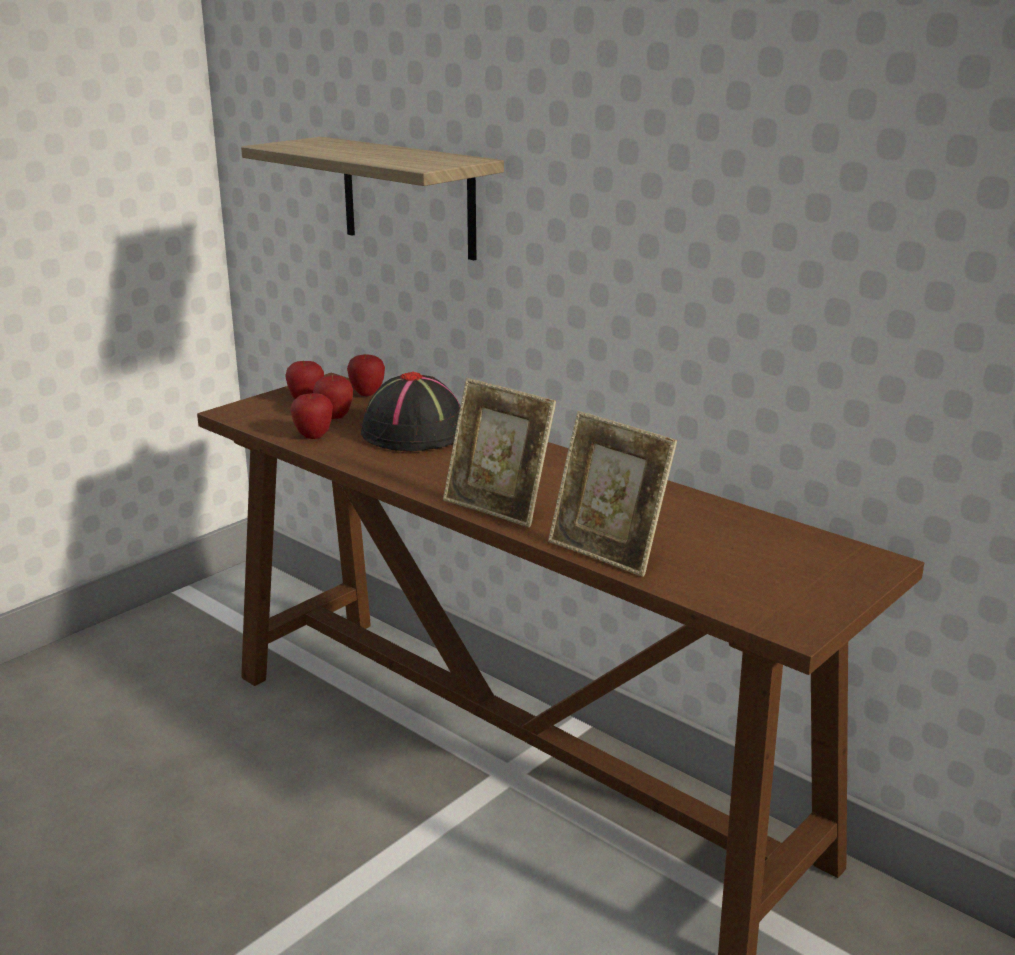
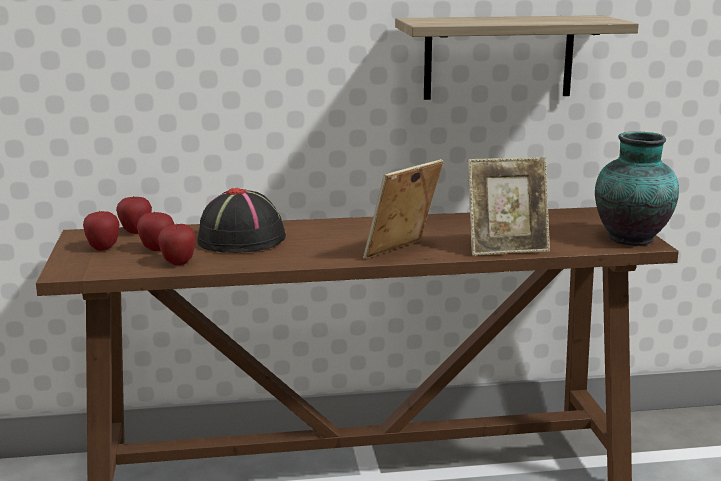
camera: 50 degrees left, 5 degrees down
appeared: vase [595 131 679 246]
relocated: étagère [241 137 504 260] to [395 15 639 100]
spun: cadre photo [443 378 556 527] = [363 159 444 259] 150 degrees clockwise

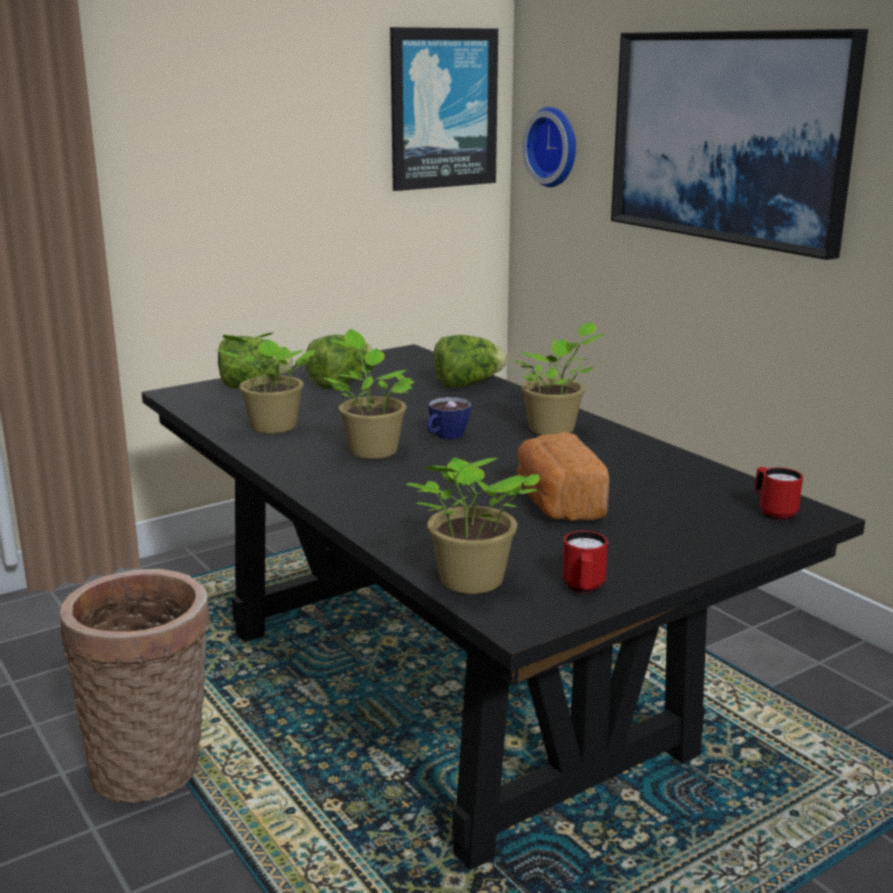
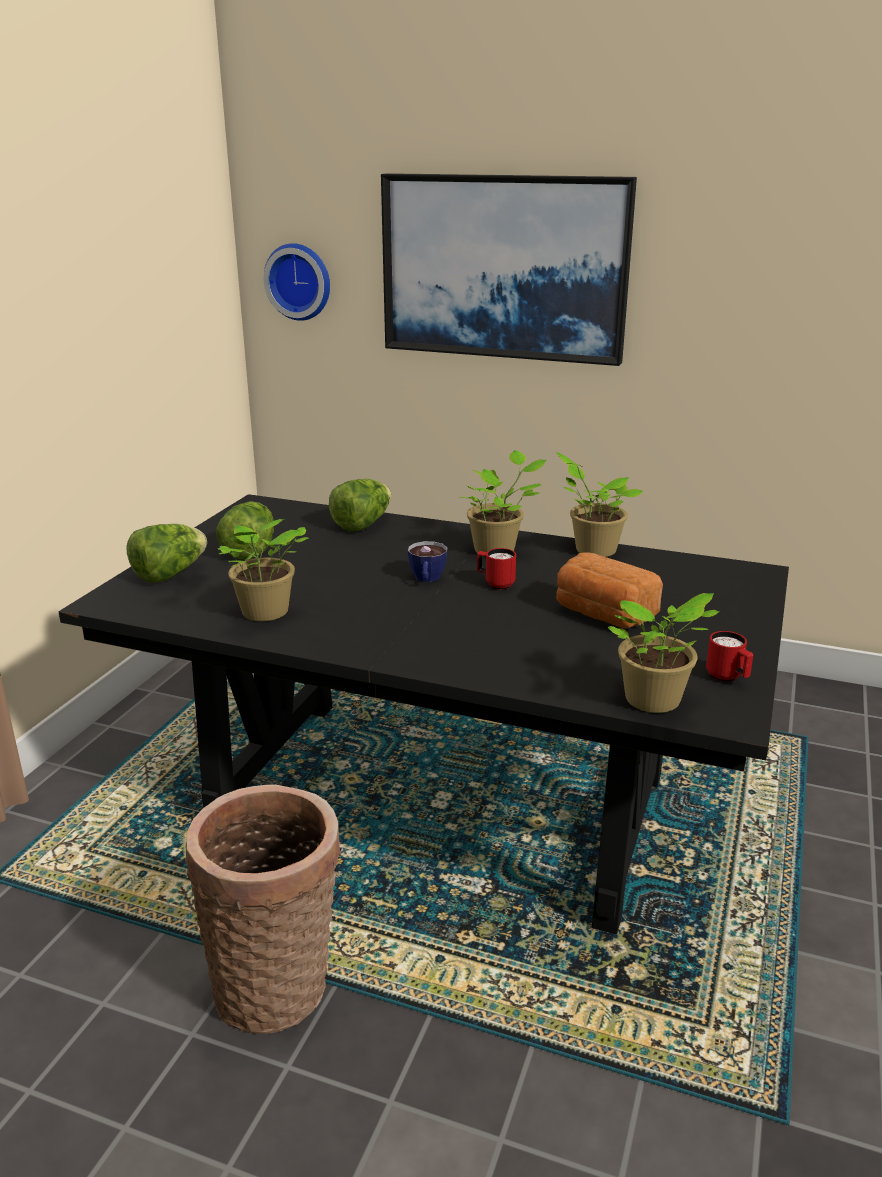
camera: 35 degrees left, 5 degrees up
missing: tableau [390 27 498 191]
relocated: plante en pot [323 329 415 459] to [556 452 643 557]; mug/rouge [755 467 803 520] to [477 548 516 590]

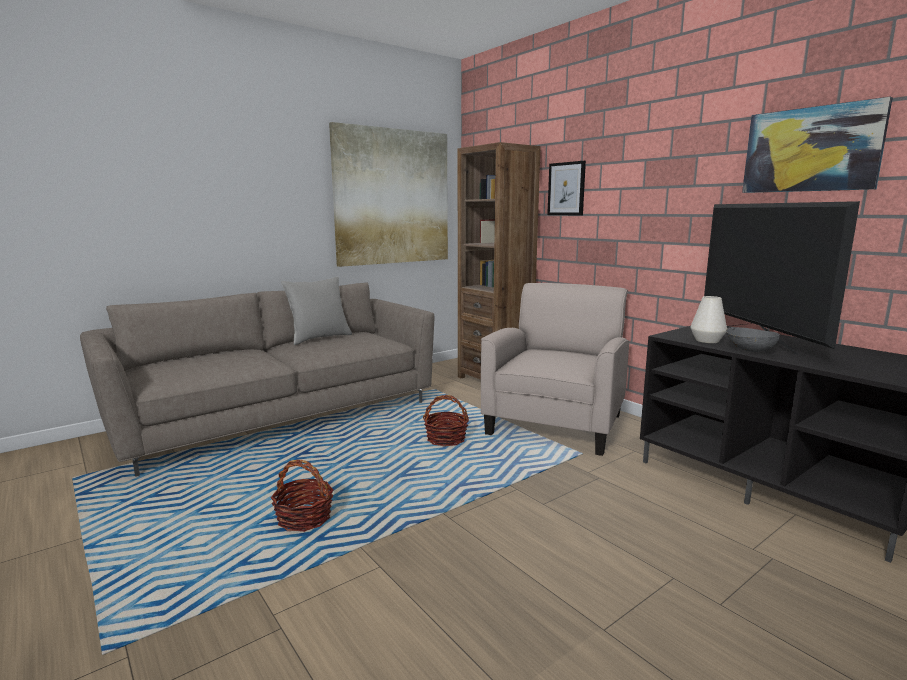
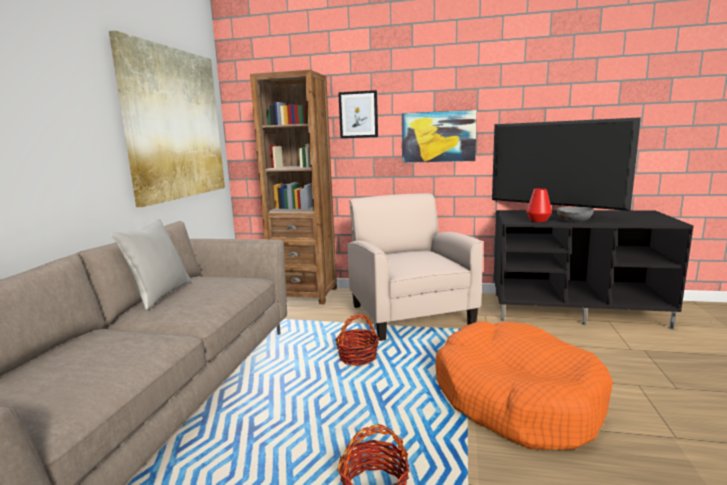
camera: 40 degrees left, 0 degrees up
appeared: panier pour chien/orange [436 321 613 450]
relocated: tableau [742 96 893 193] to [401 110 477 163]
colour: vase/blanc [690 296 727 343] to vase/rouge [526 188 552 222]

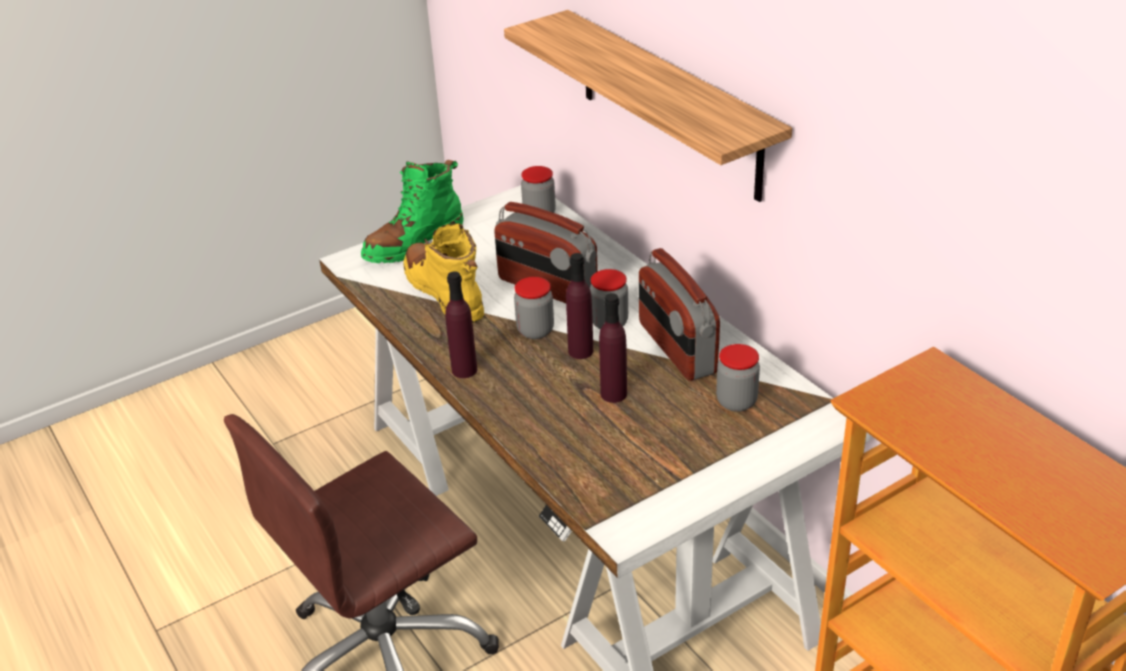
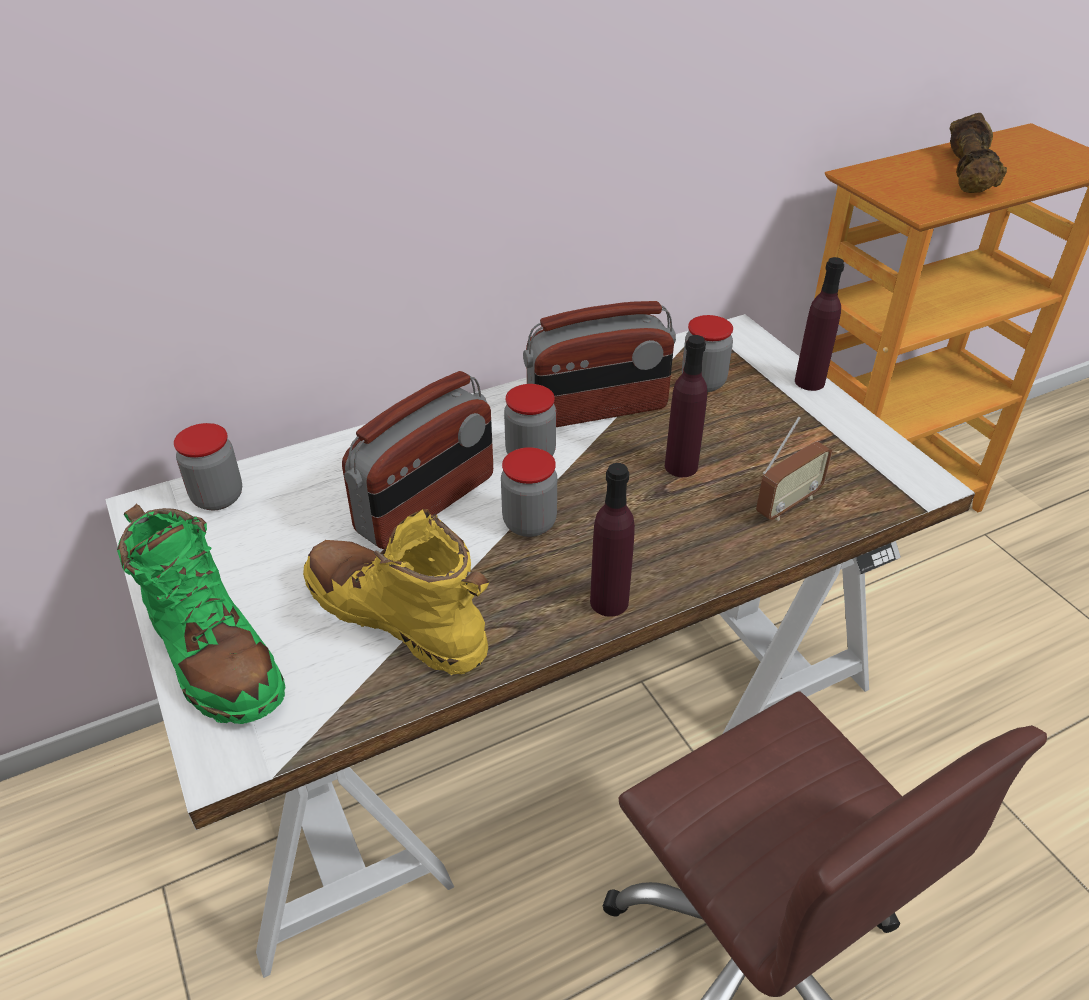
camera: 85 degrees left, 5 degrees up
missing: étagère [504 10 792 202]
appeared: haltère/marron [950 113 1007 193]; radio [756 416 832 521]
relocated: bouteille/violet [566 253 593 359] to [795 257 844 391]
spun: botte/jaune [403 223 484 324] = [303 509 490 675] 60 degrees clockwise

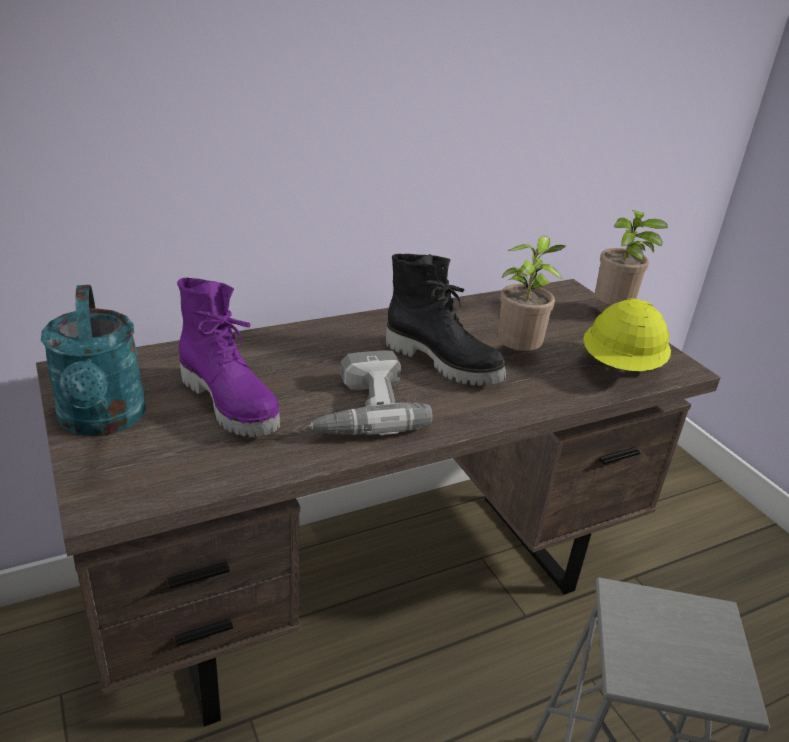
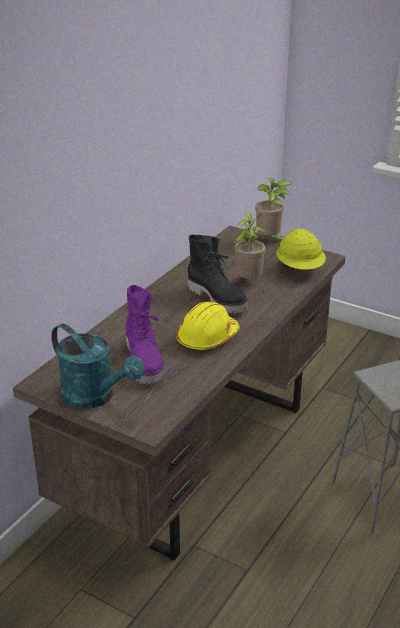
camera: 30 degrees left, 0 degrees up
exchanged: perceuse [309 350 433 435] to casque de chantier/jaune [176 302 239 352]
spun: botte/noir [385 254 506 385] = [188 235 248 313] 45 degrees clockwise; botte/violet [177 278 281 437] = [125 285 164 384] 60 degrees clockwise

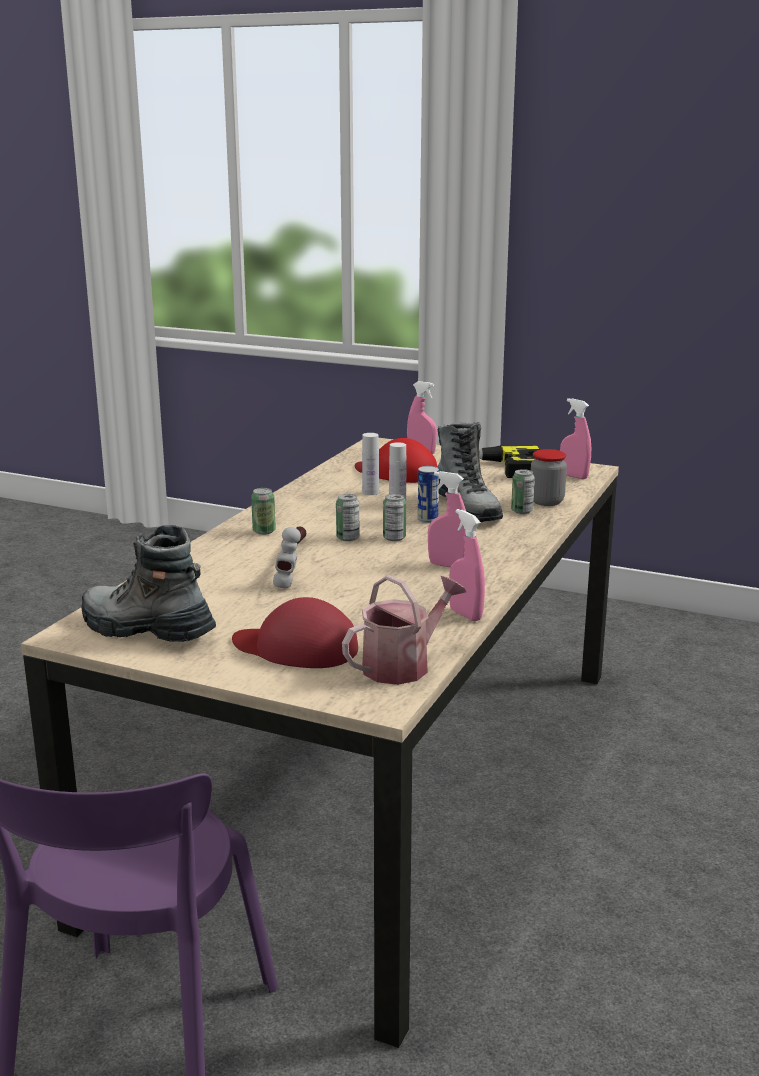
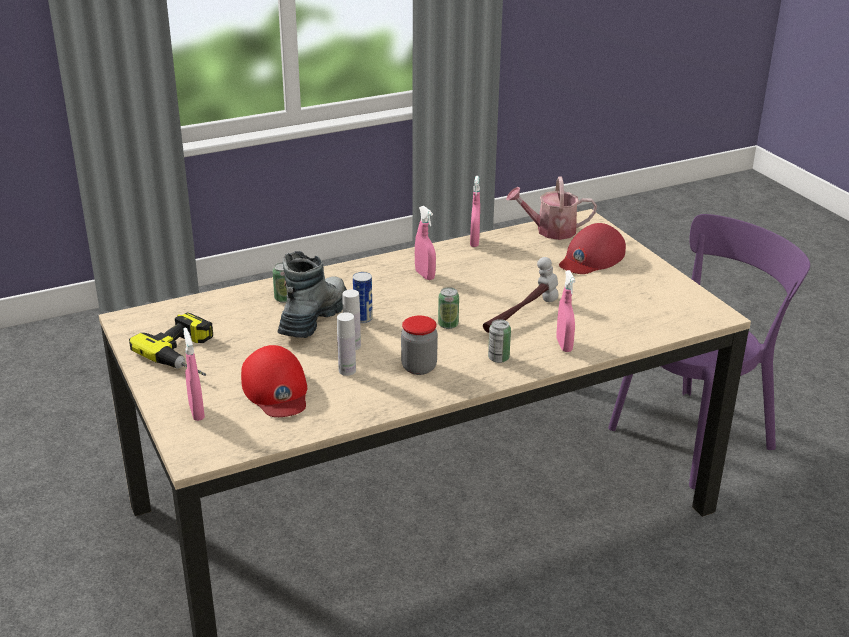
camera: 140 degrees left, 10 degrees up
missing: boîte métallique [383 494 406 541]; botte [81 525 216 642]
relocated: vaporisateur/rose [560 398 591 479] to [556 270 575 352]; bocal [531 449 567 506] to [401 316 438 375]
spun: casquette/rouge [232 597 358 668] = [559 223 626 274] 75 degrees clockwise

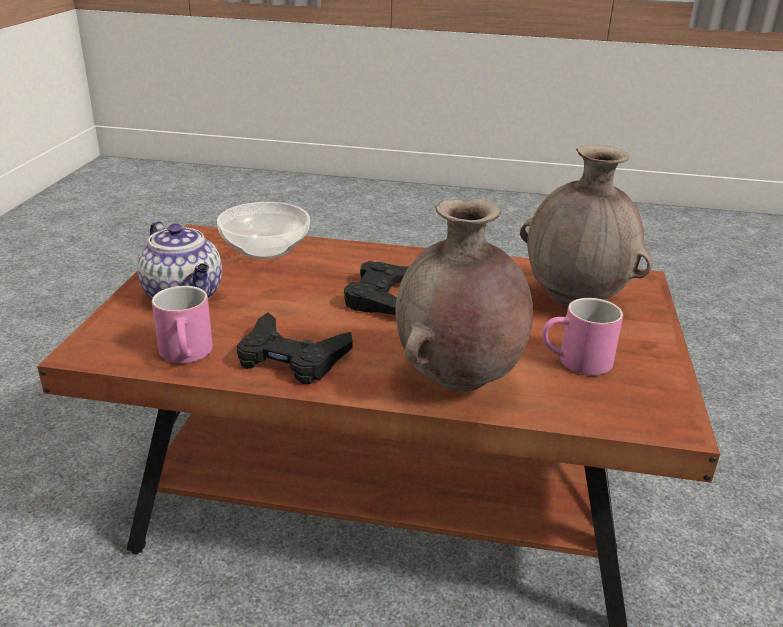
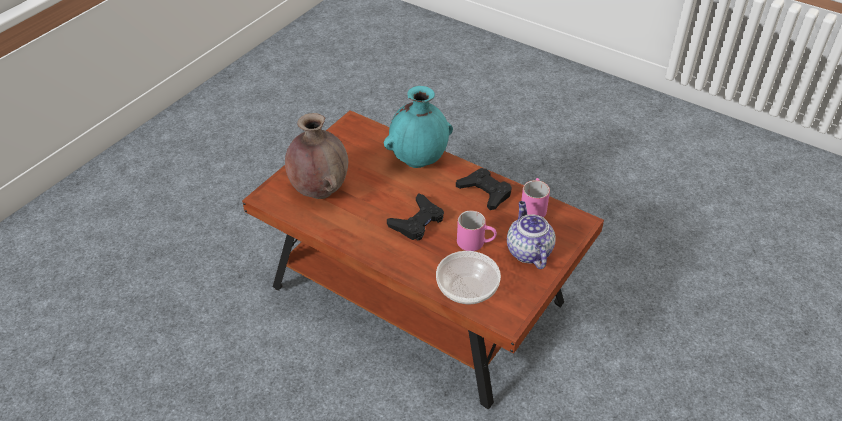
camera: 155 degrees left, 15 degrees up
relocated: mug/rose [542 298 623 375] to [457 210 497 251]
colour: vase/marron [395 199 533 392] to vase/turquoise [383 86 453 168]

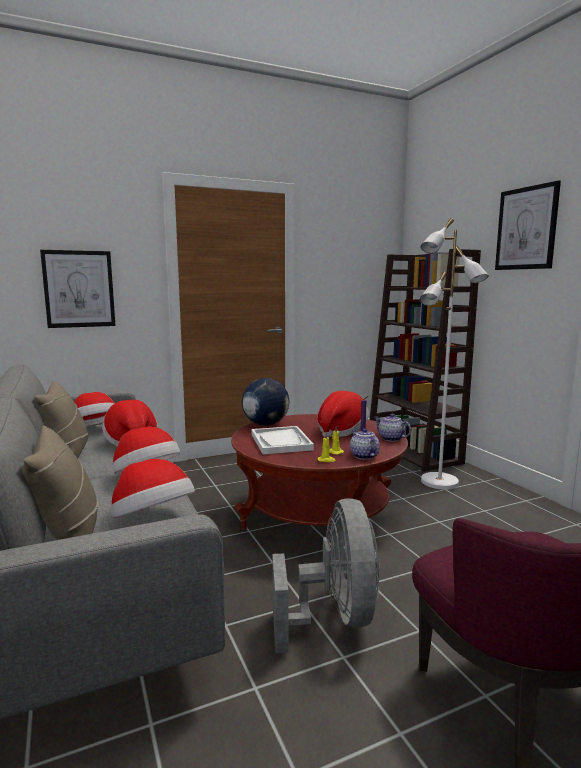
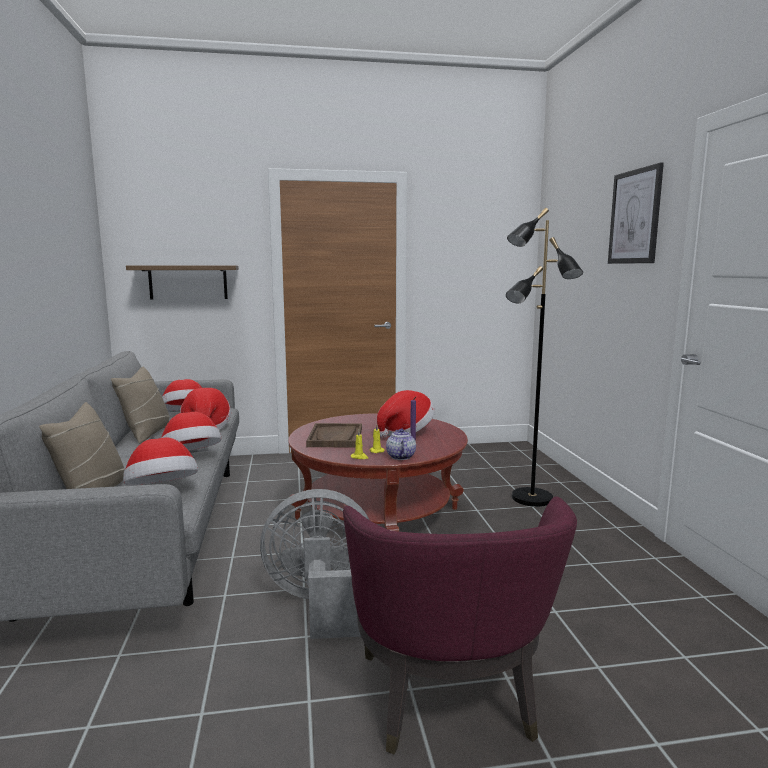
camera: 15 degrees right, 0 degrees up
missing: bibliothèque/marron [369 249 481 472]; globe [242 378 289 426]; théière [374 414 411 441]
exchanged: tableau [40 250 116 328] to étagère [126 266 239 300]
colour: lampadaire/blanc [420 218 489 490] to lampadaire/noir [506 208 583 507]; plateau/blanc [252 426 314 454] to plateau/marron [306 423 362 448]
spun: ventilateur/gris [272 498 380 653] = [260 489 369 639] 105 degrees counterclockwise

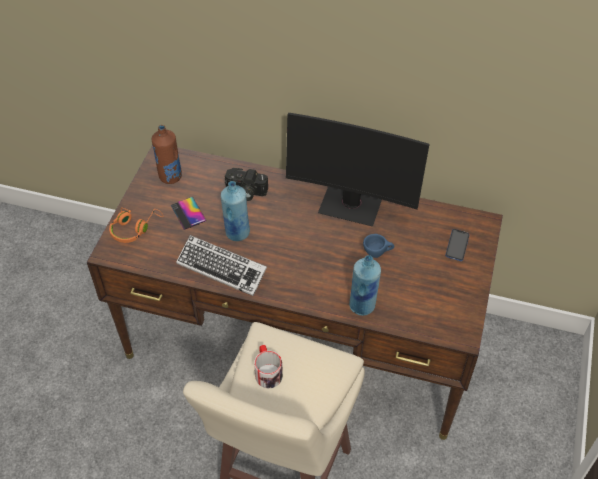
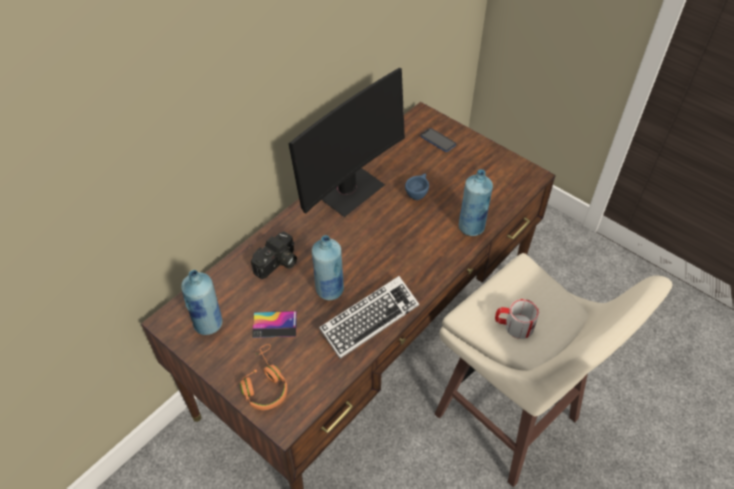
camera: 65 degrees left, 0 degrees up
colour: bouteille/marron [152 125 182 184] to bouteille/bleu [181 270 223 335]

